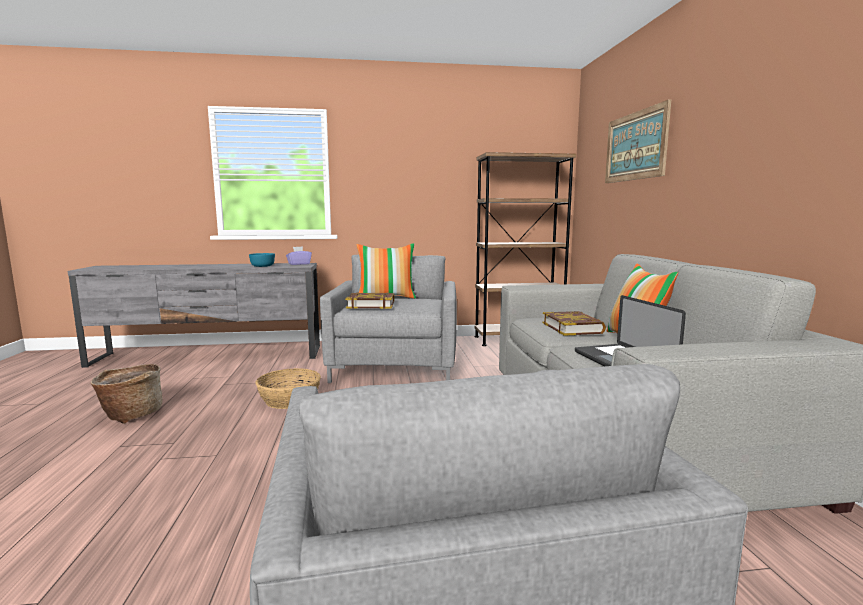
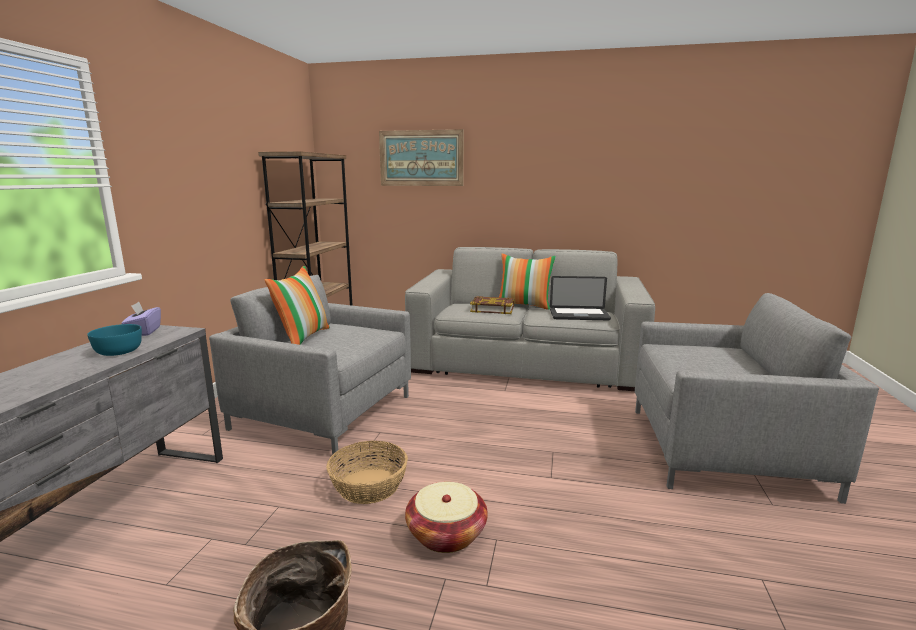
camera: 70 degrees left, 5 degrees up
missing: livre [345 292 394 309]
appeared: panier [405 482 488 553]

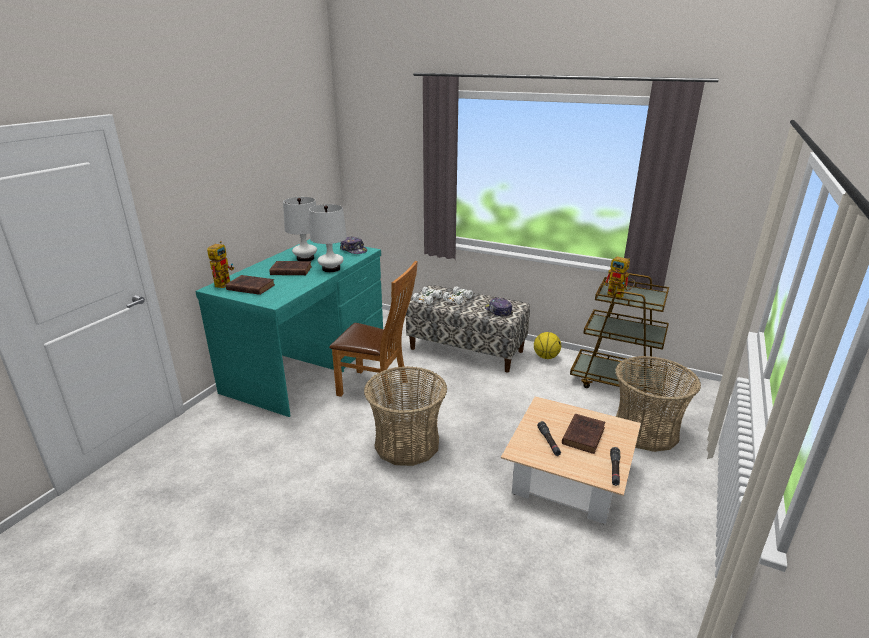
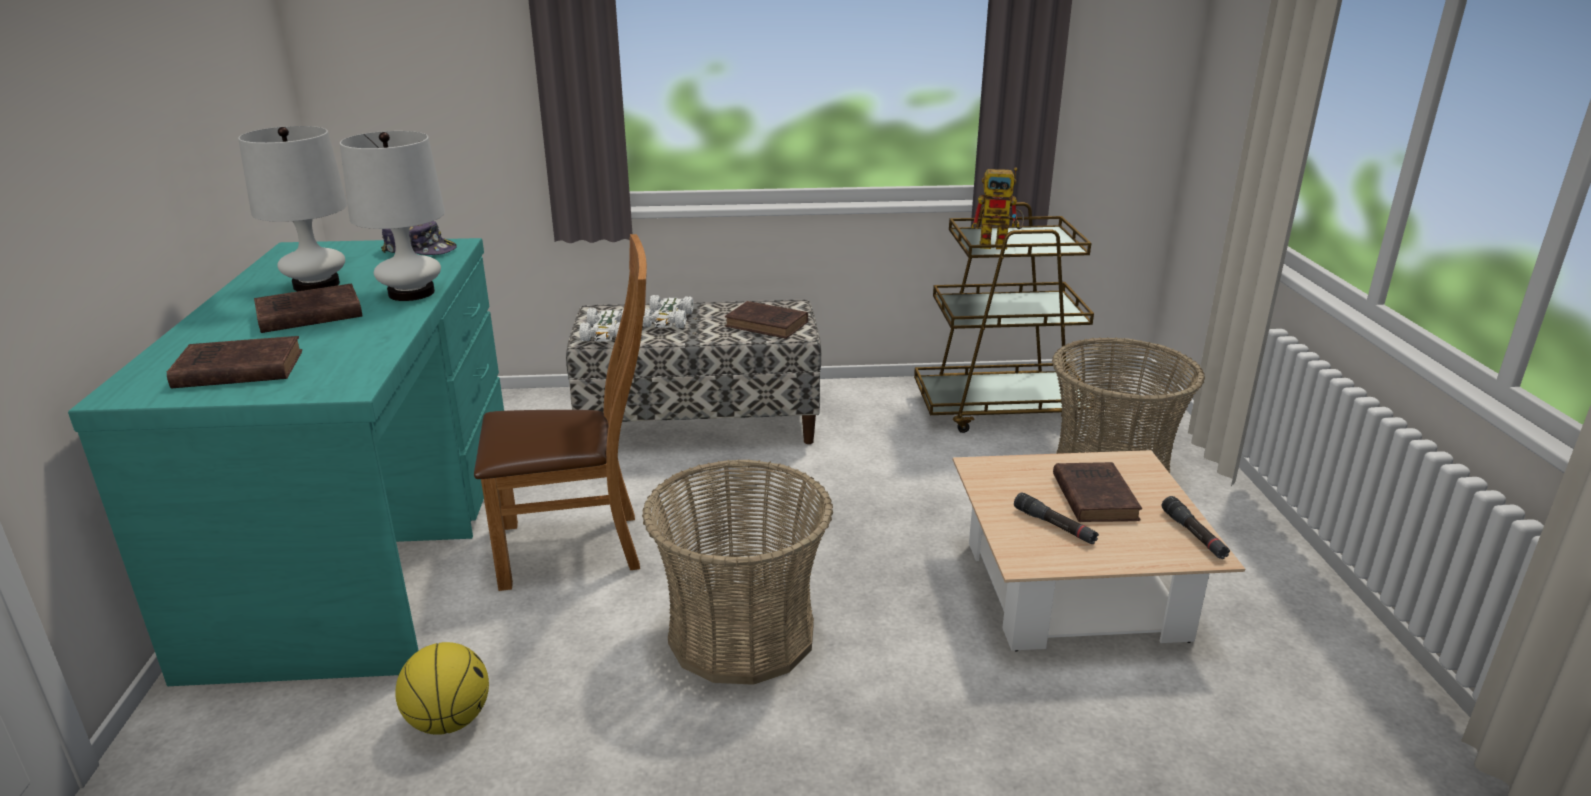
camera: 30 degrees left, 0 degrees up
missing: robot jouet [207 241 234 288]
relocated: ballon de basket [534 332 561 359] to [395 642 489 735]
exchanged: casquette [485 298 513 316] to livre/marron [725 301 808 339]

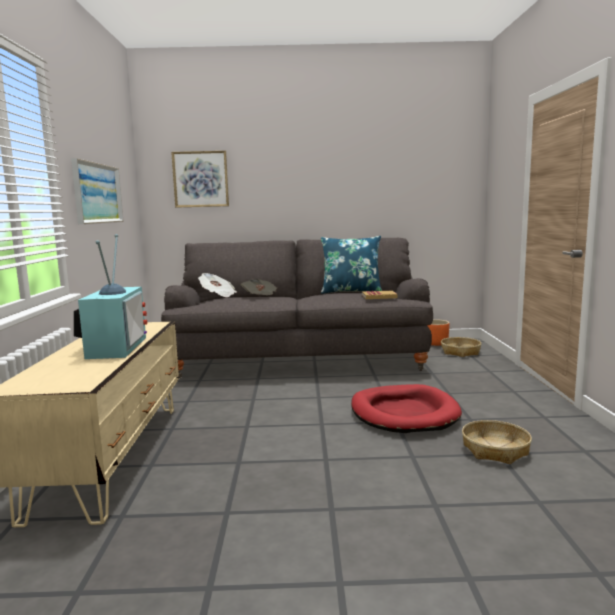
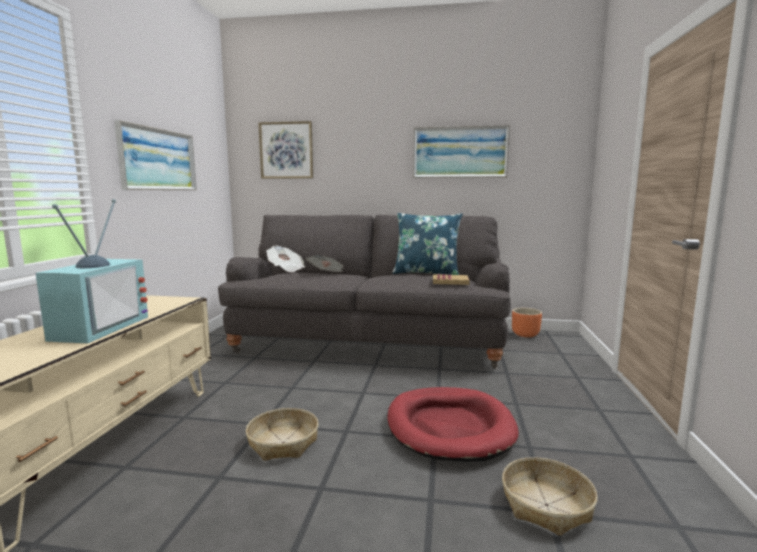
camera: 10 degrees right, 0 degrees up
appeared: tableau [413 125 510 178]
relocated: panier [441 337 482 357] to [246 408 319 461]

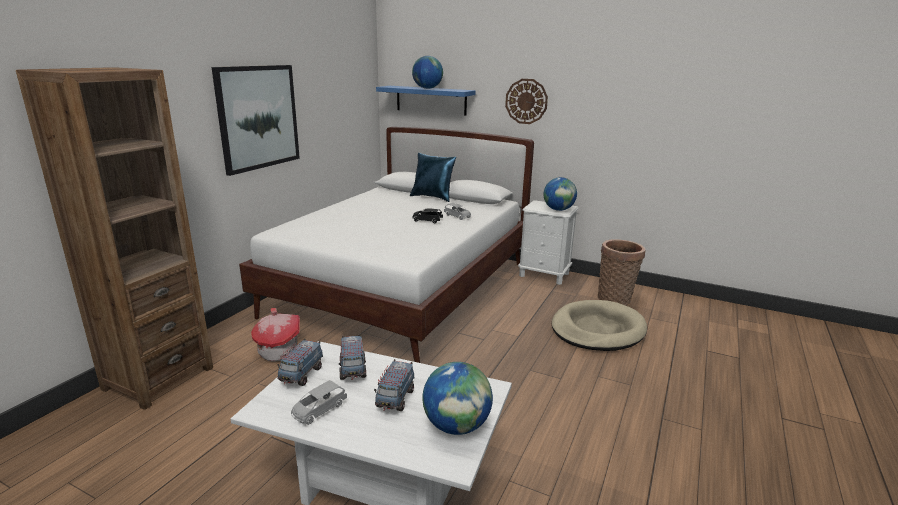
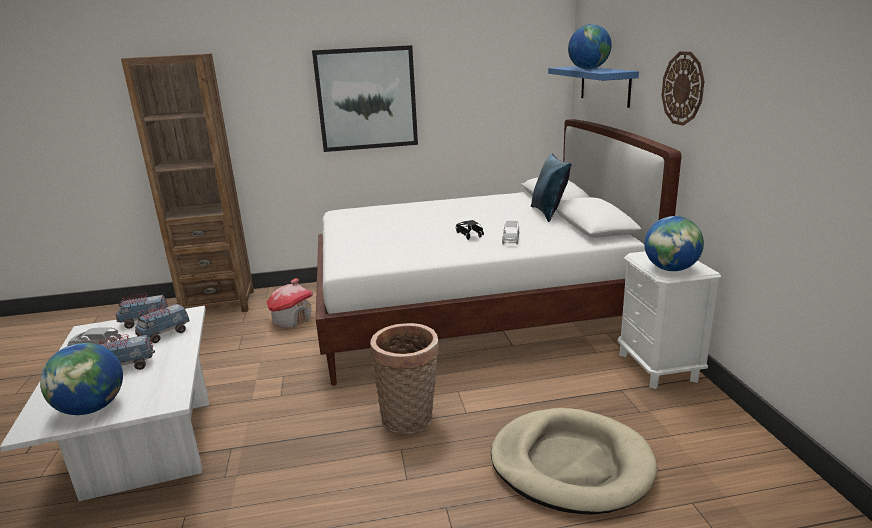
camera: 55 degrees right, 0 degrees up
relocated: panier [598 239 646 305] to [370 323 439 434]

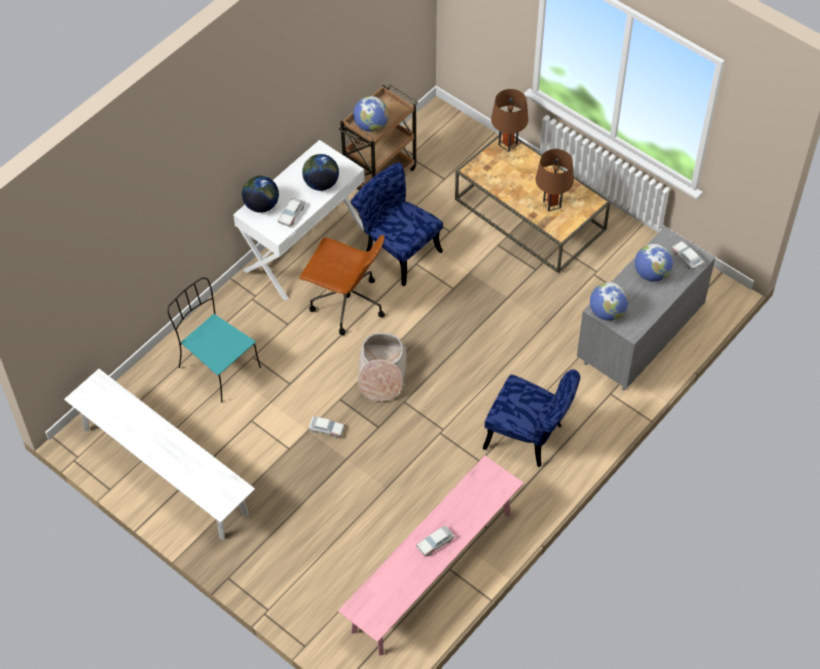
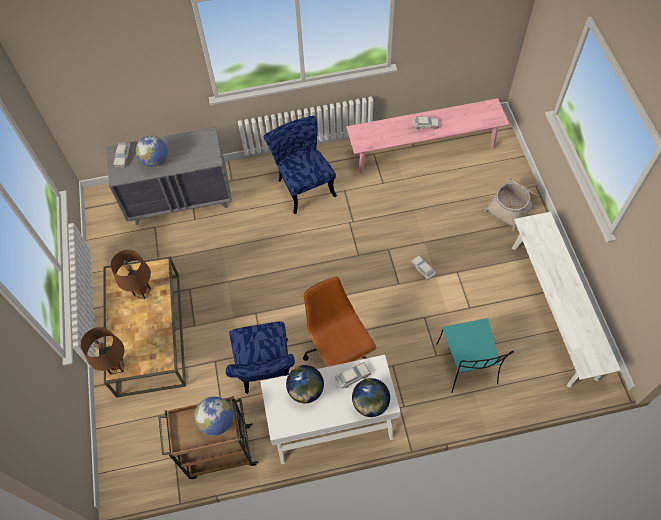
camera: 140 degrees left, 5 degrees up
missing: globe [590 282 629 321]
relocated: panier [358 333 407 402] to [484 178 539 231]

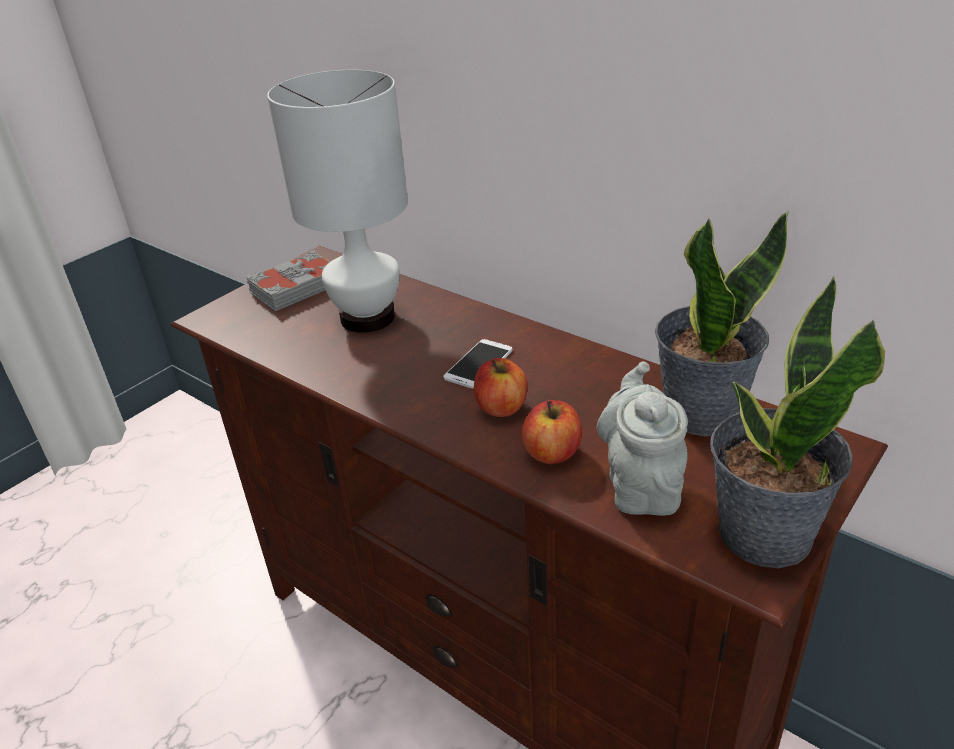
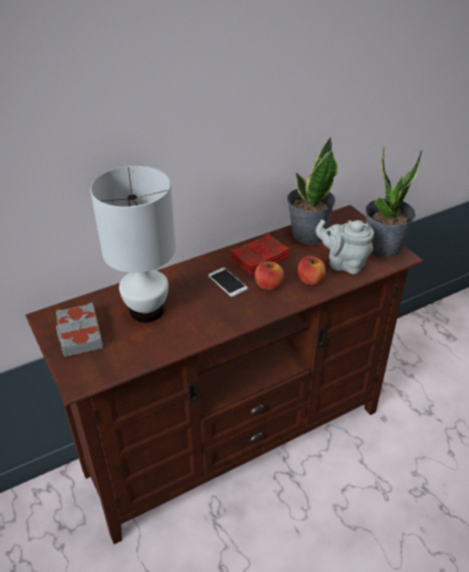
camera: 70 degrees left, 5 degrees up
appeared: livre/rouge [231 233 289 276]

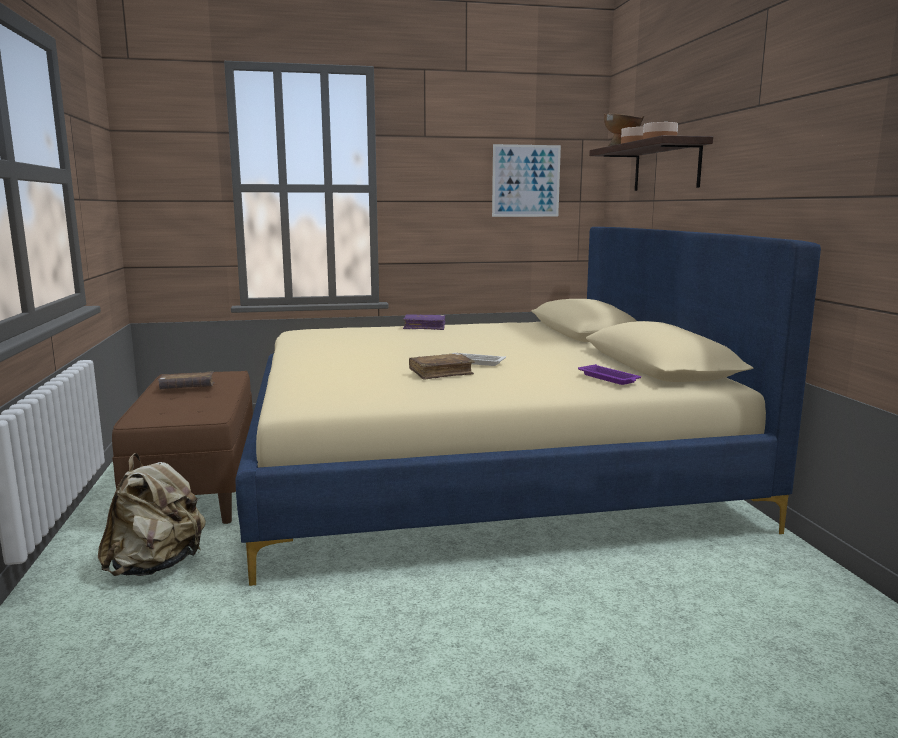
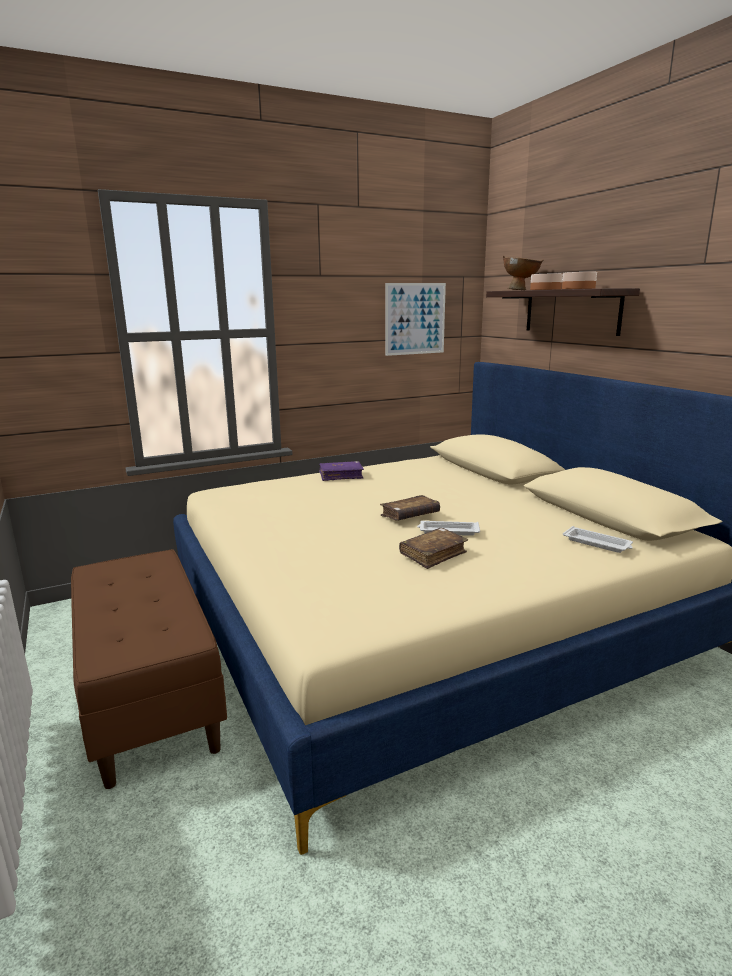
camera: 15 degrees left, 5 degrees up
missing: sac à dos/beige [98 453 206 576]
relocated: livre/marron [158 371 215 389] to [380 495 440 521]
colour: plateau/violet [578 364 641 385] to plateau/blanc [563 526 633 553]

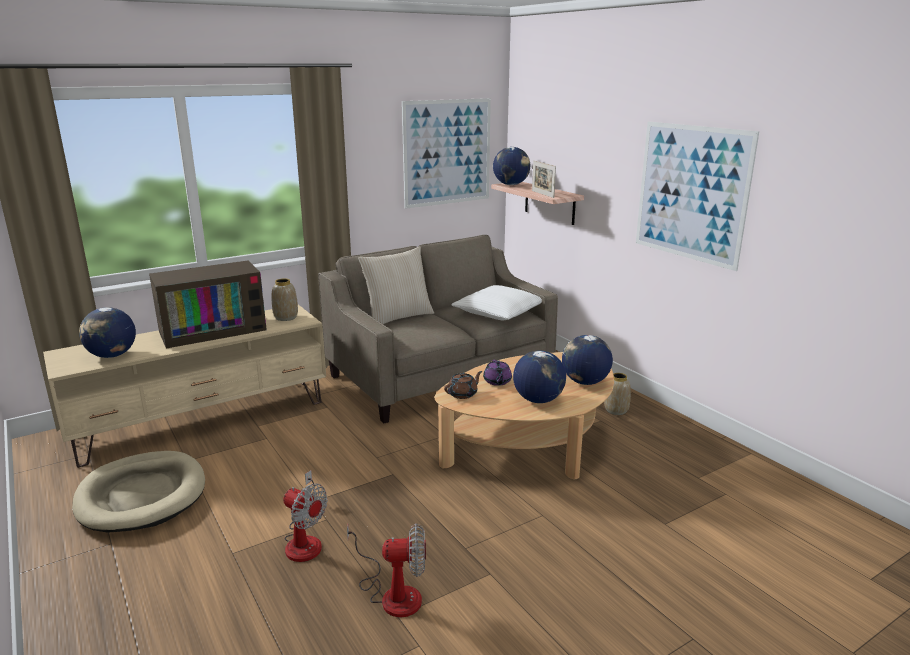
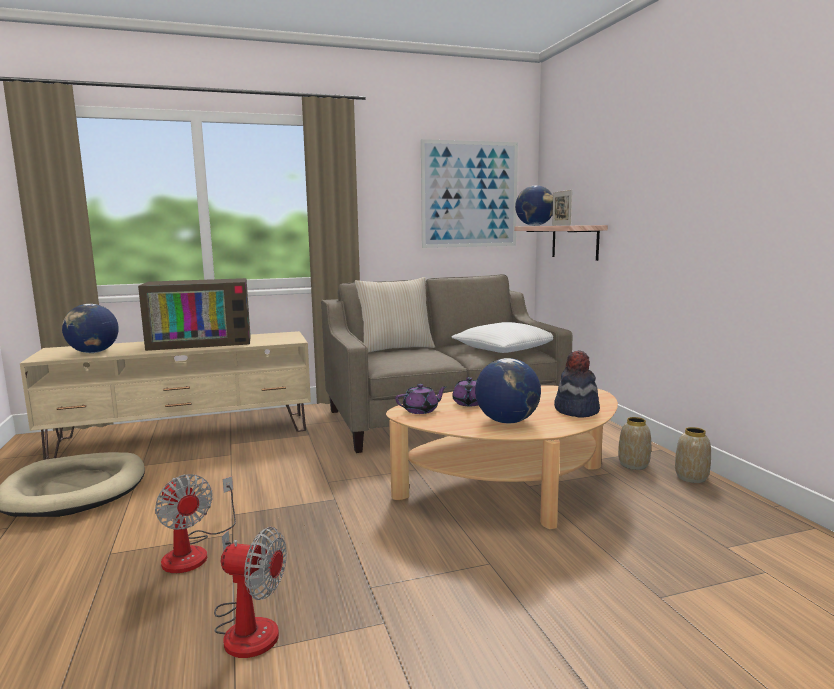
camera: 15 degrees right, 10 degrees down
missing: tableau [636 122 759 271]
relocated: vase [272 279 298 321] to [675 427 711 483]
exchanged: globe [562 335 613 385] to chapeau [554 350 600 418]
colour: théière/marron [444 371 482 399] to théière/violet [395 384 447 414]

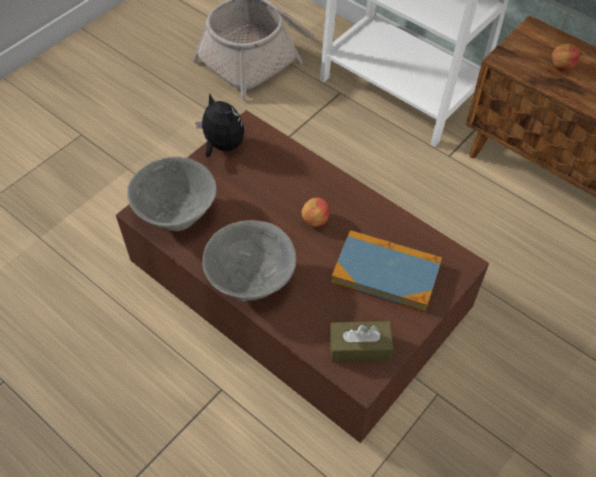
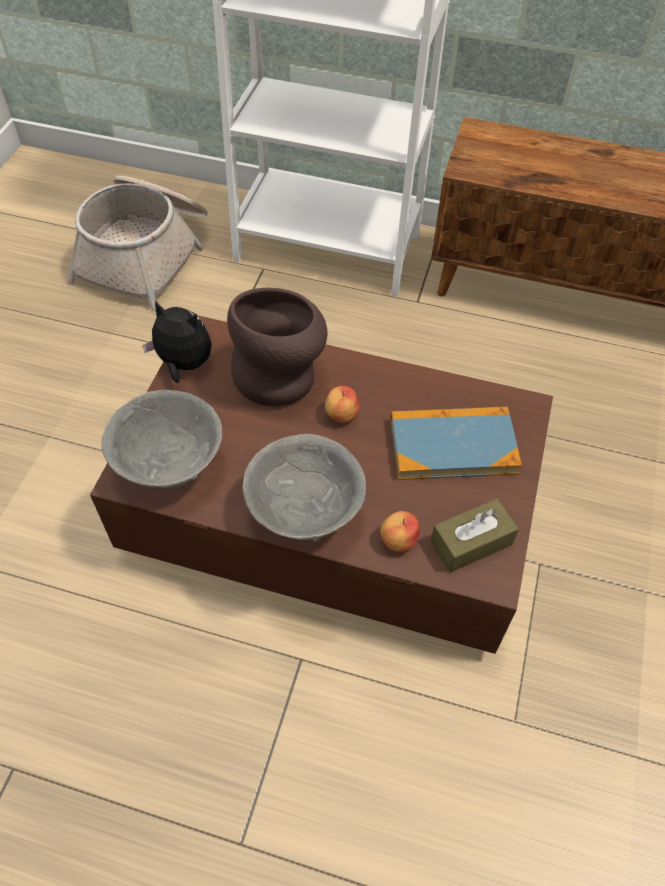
camera: 25 degrees left, 0 degrees up
appeared: vase/marron [227 288 327 406]
relocated: pomme [552 44 580 71] to [380 511 420 552]

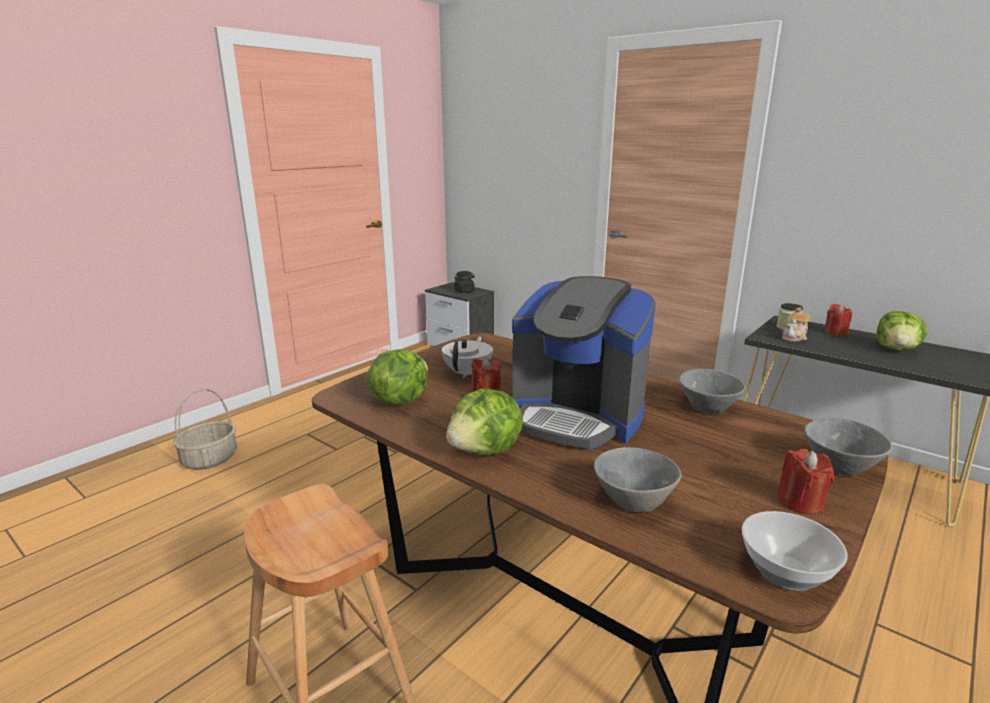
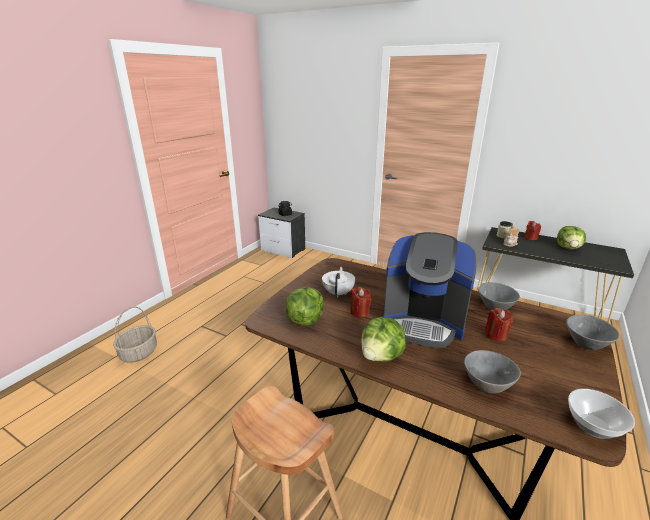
camera: 10 degrees left, 5 degrees up
relocated: bougie/rouge [777 449 834 515] to [484 308 513 342]

